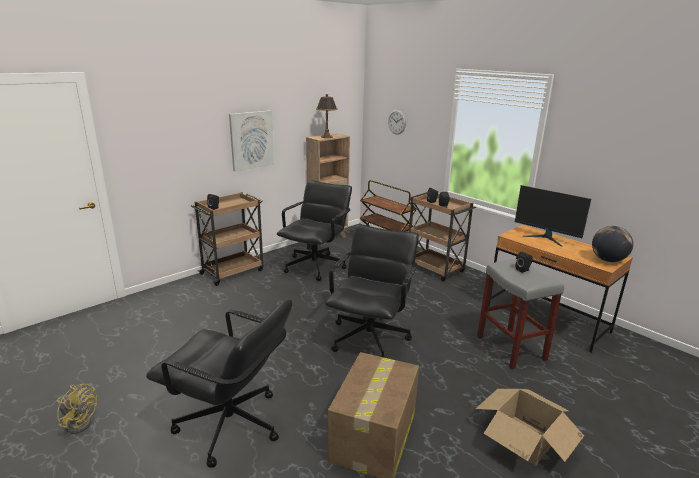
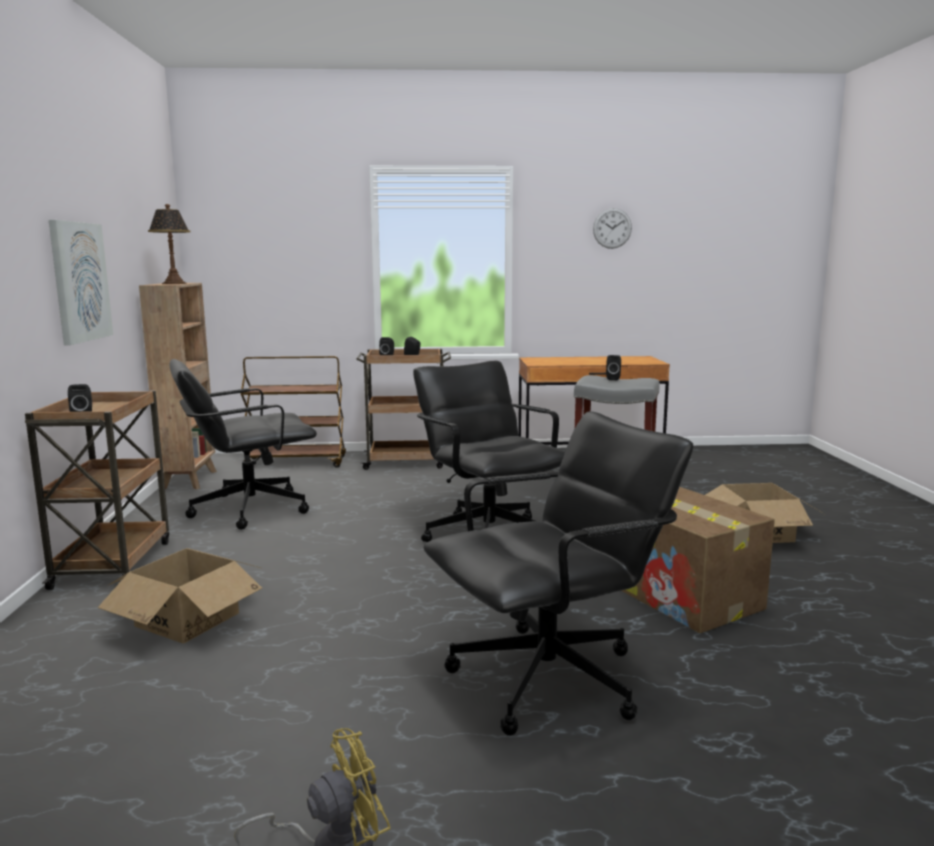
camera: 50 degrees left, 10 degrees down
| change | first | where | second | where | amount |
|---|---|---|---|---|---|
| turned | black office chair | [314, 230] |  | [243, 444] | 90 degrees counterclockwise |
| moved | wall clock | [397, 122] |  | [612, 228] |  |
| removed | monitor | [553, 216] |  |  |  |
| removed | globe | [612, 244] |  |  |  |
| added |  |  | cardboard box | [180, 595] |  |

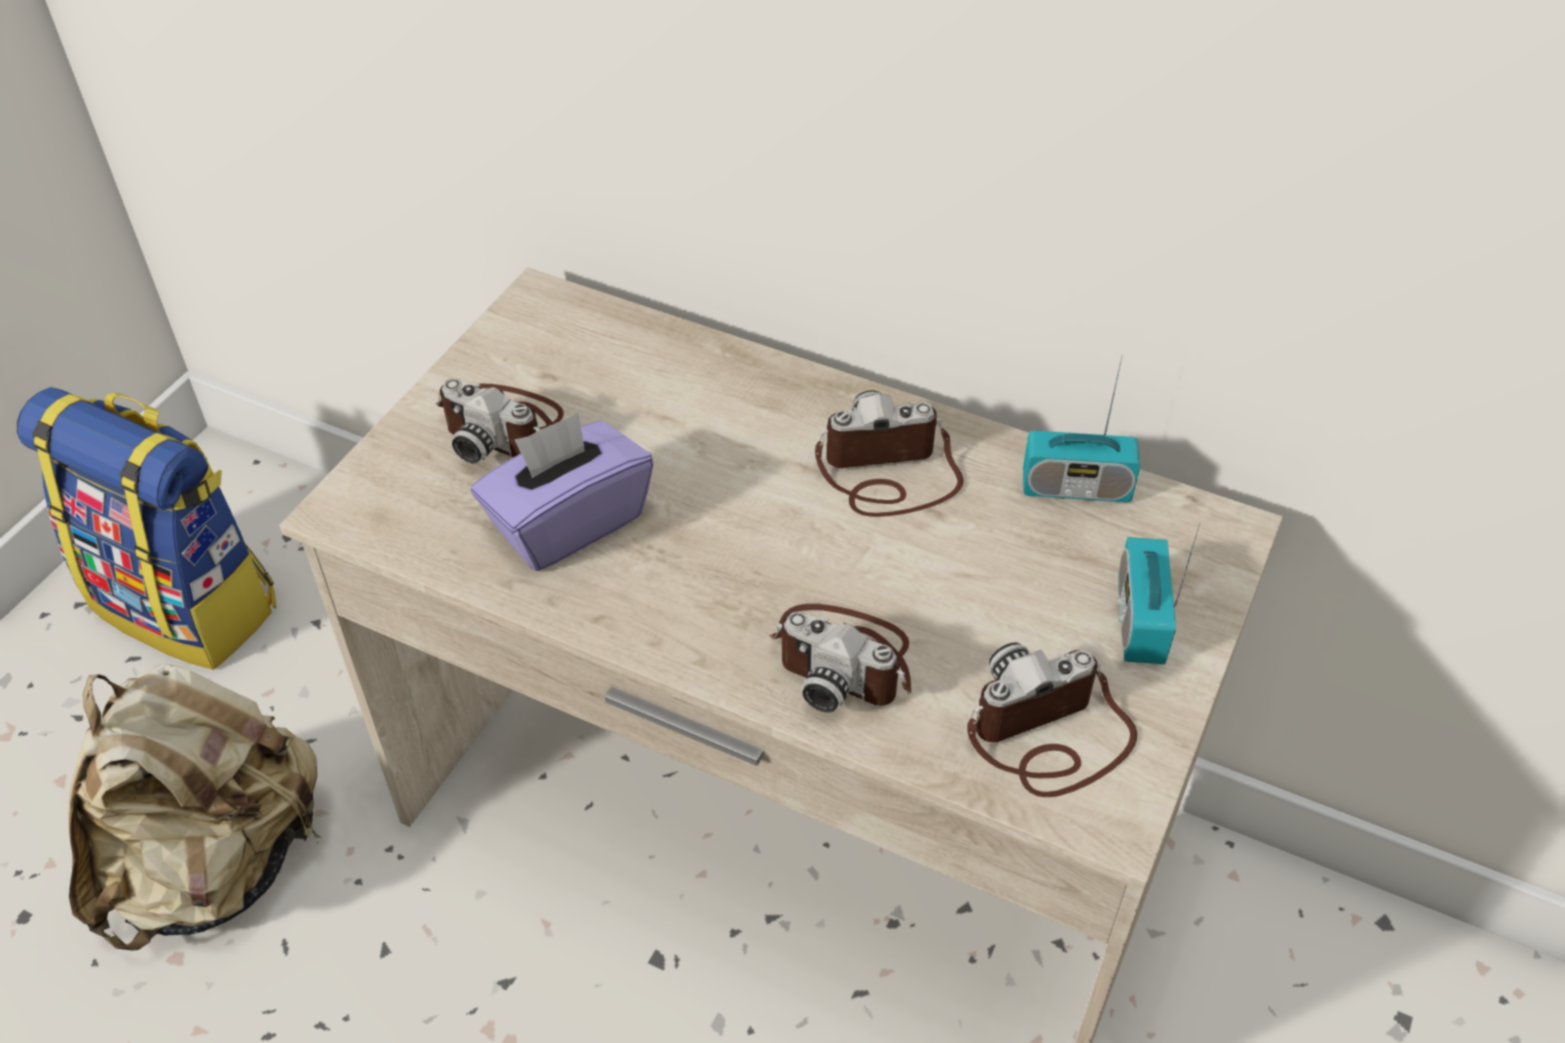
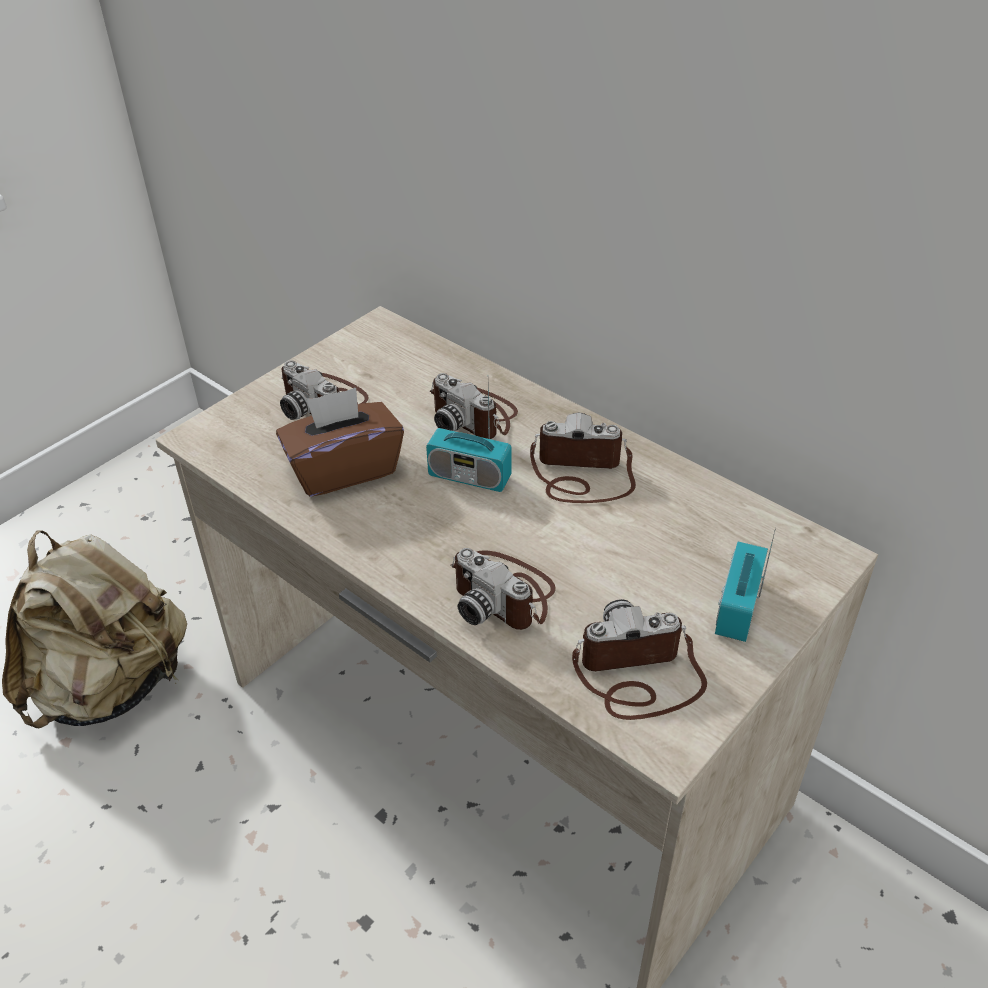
camera: 15 degrees right, 5 degrees down
| change | first | where | second | where | amount |
|---|---|---|---|---|---|
| removed | backpack | [147, 528] |  |  |  |
| recoloured | purple tissue box | [562, 491] | brown tissue box | [340, 442] |  |
| moved | radio | [1081, 428] |  | [469, 440] |  |
| added |  |  | photo camera | [474, 406] |  |

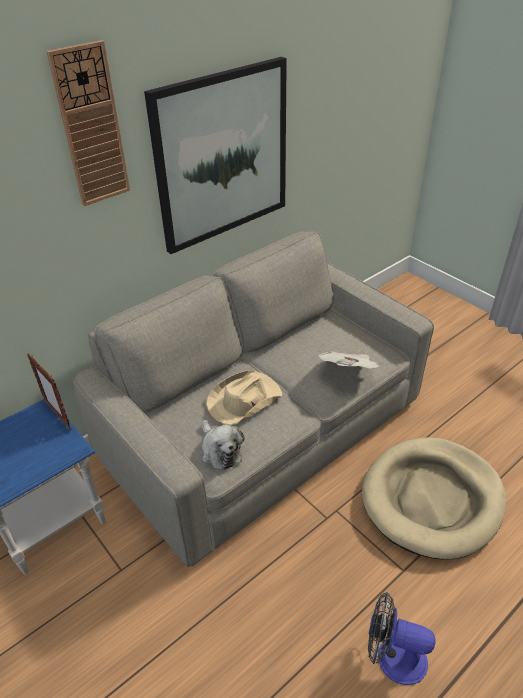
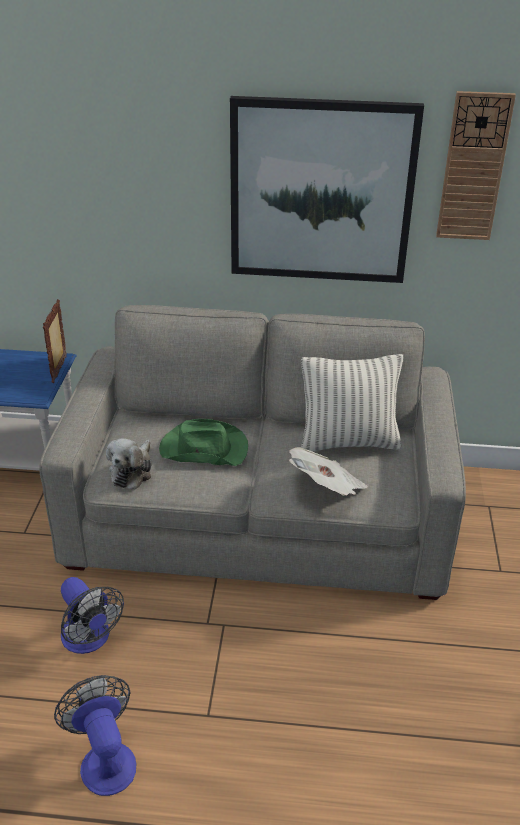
camera: 45 degrees right, 5 degrees down
| change | first | where | second | where | amount |
|---|---|---|---|---|---|
| moved | wall clock | [88, 123] |  | [476, 165] |  |
| recoloured | beige hat | [244, 397] | green hat | [203, 442] |  |
| removed | beige dog bed | [434, 498] |  |  |  |
| added |  |  | fan | [92, 615] |  |
| added |  |  | pillow | [352, 403] |  |

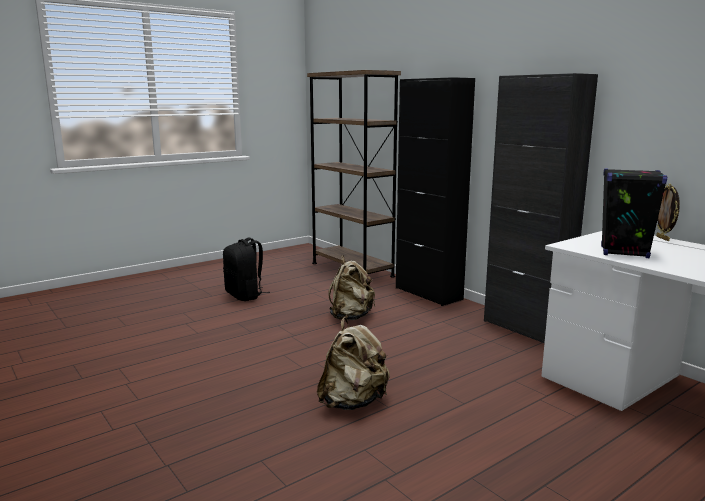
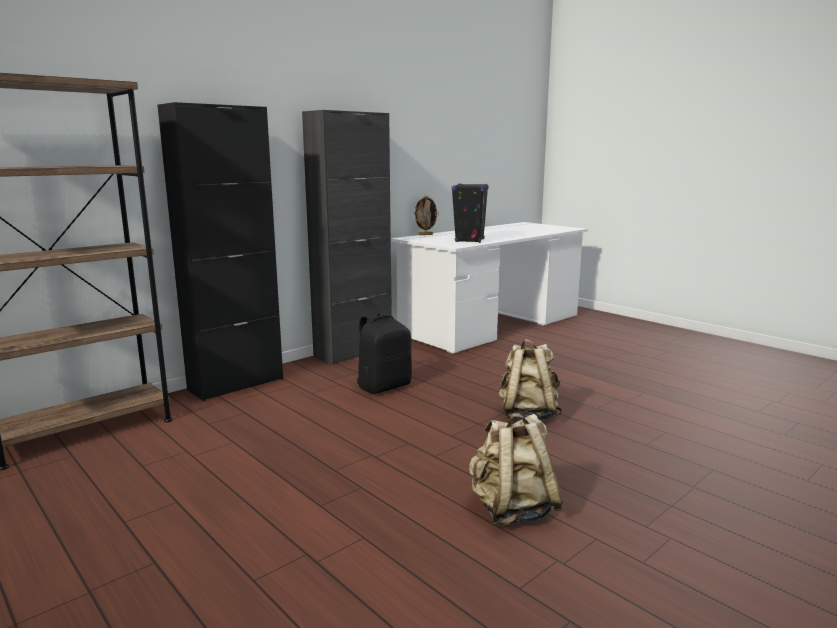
camera: 95 degrees left, 0 degrees up
| change | first | where | second | where | amount |
|---|---|---|---|---|---|
| moved | black backpack | [246, 269] |  | [384, 353] |  |
| moved | beige backpack | [351, 287] |  | [516, 469] |  |

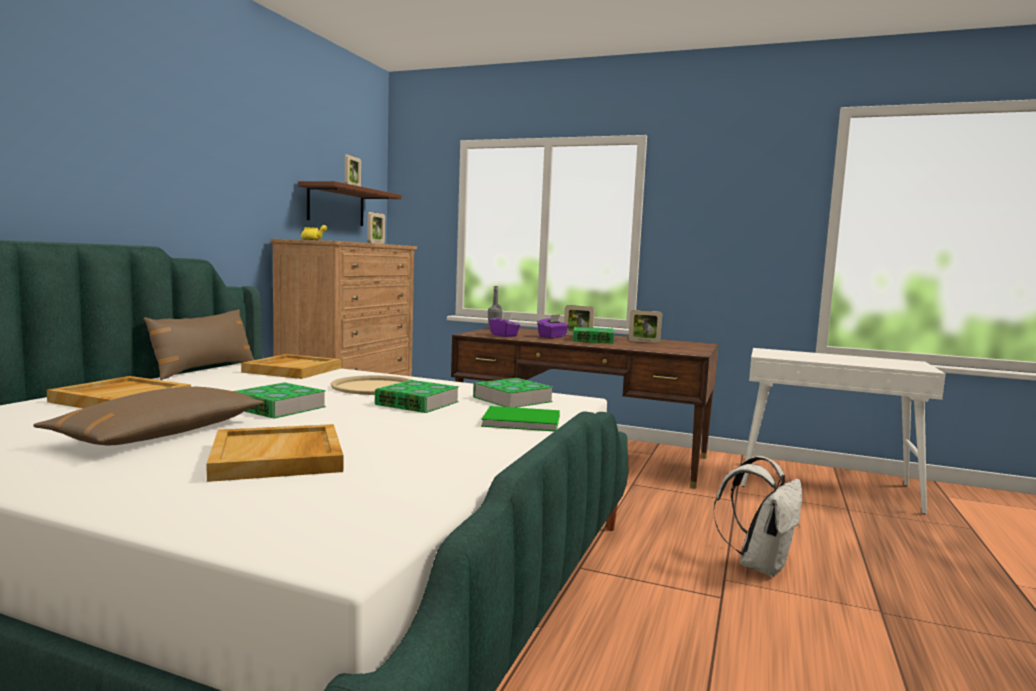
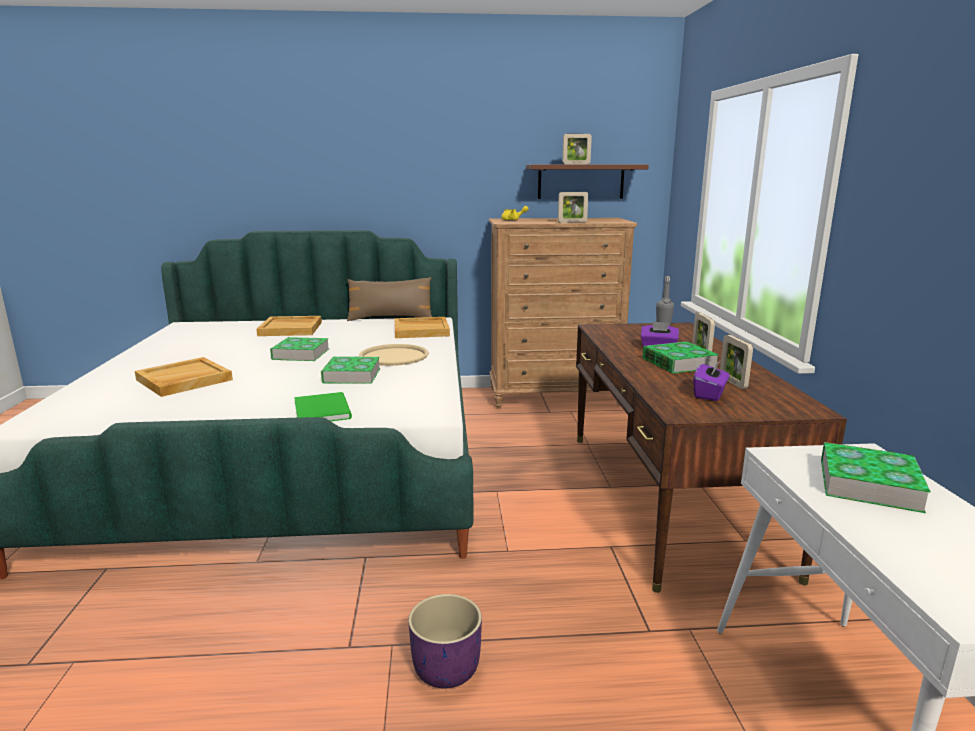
camera: 65 degrees right, 10 degrees up
| change | first | where | second | where | amount |
|---|---|---|---|---|---|
| removed | brown pillow | [148, 416] |  |  |  |
| moved | book | [513, 393] |  | [876, 477] |  |
| moved | purple tissue box | [504, 324] |  | [711, 381] |  |
| replaced | white backpack | [757, 516] | purple planter | [445, 641] |  |

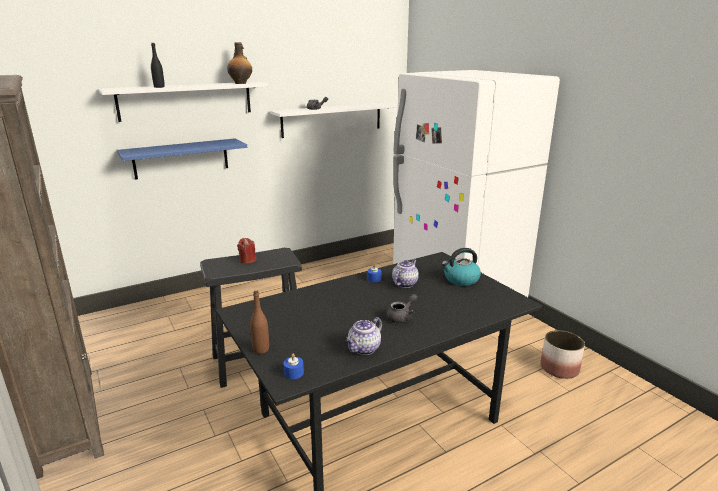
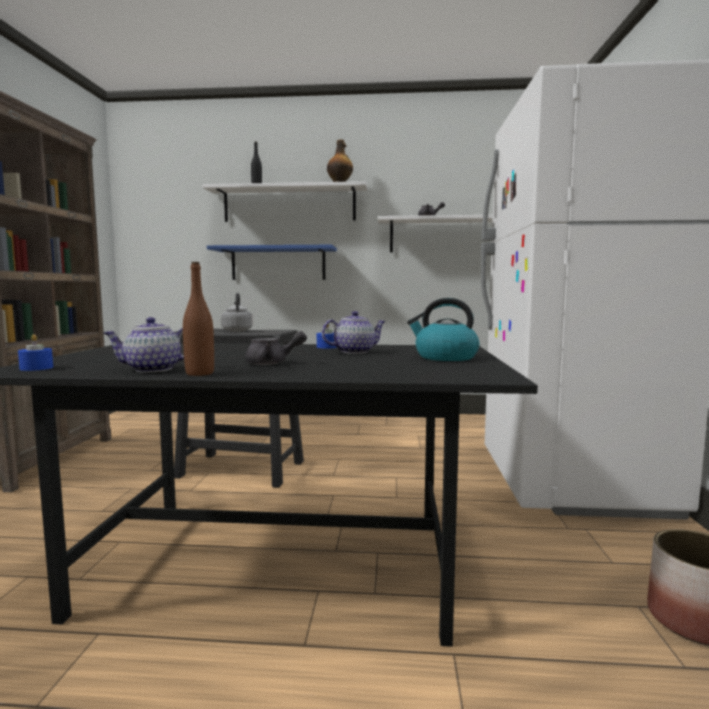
camera: 35 degrees right, 15 degrees down
| change | first | where | second | where | amount |
|---|---|---|---|---|---|
| replaced | red candle | [246, 251] | grey kettle | [237, 312] |  |
| moved | brown bottle | [259, 322] |  | [198, 319] |  |

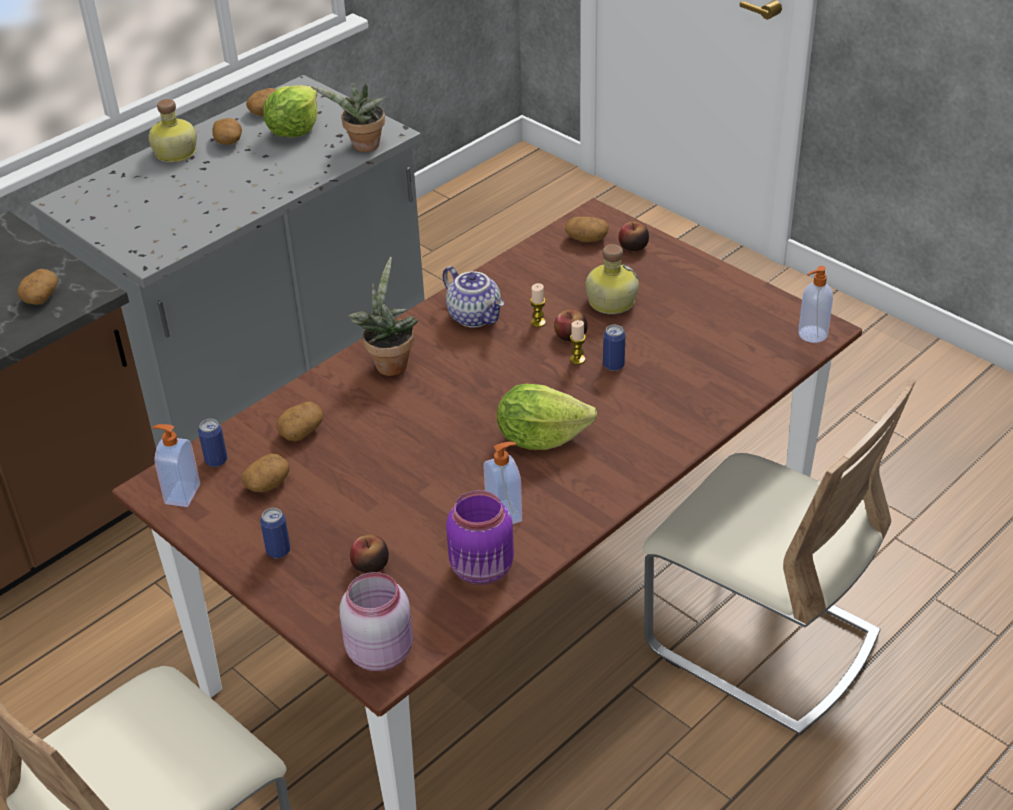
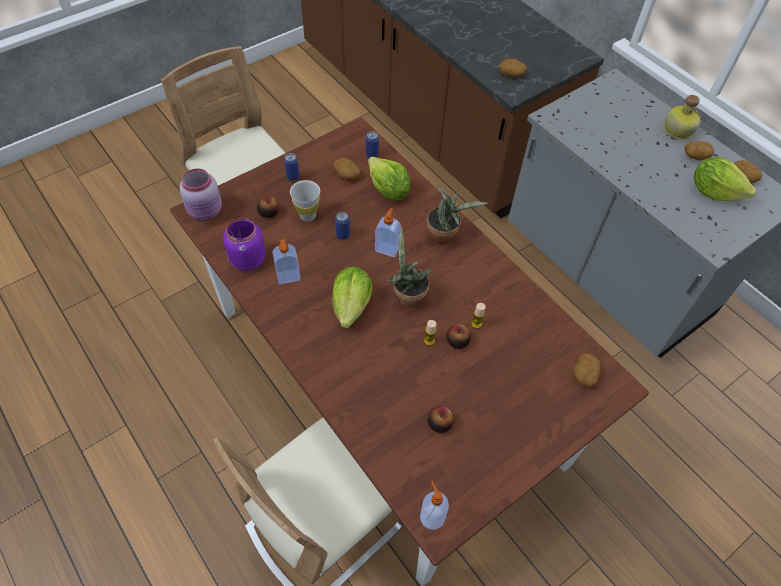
camera: 95 degrees right, 15 degrees up
| change | first | where | second | where | amount |
|---|---|---|---|---|---|
| moved | soap dispenser | [176, 465] |  | [388, 232] |  |
| replaced | potato | [299, 421] | lettuce | [389, 178] |  |
| moved | potted plant | [348, 117] |  | [409, 267] |  |
| removed | teapot | [473, 297] |  |  |  |
| removed | bottle | [612, 279] |  |  |  |
| moved | can | [614, 348] |  | [342, 226] |  |
| moved | apple | [634, 236] |  | [441, 419] |  |
| added |  |  | white cup | [305, 201] |  |

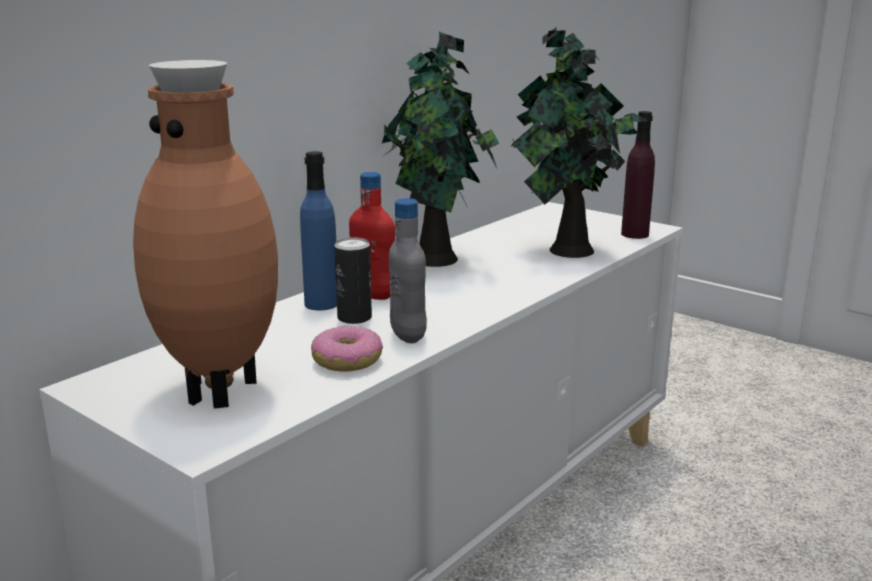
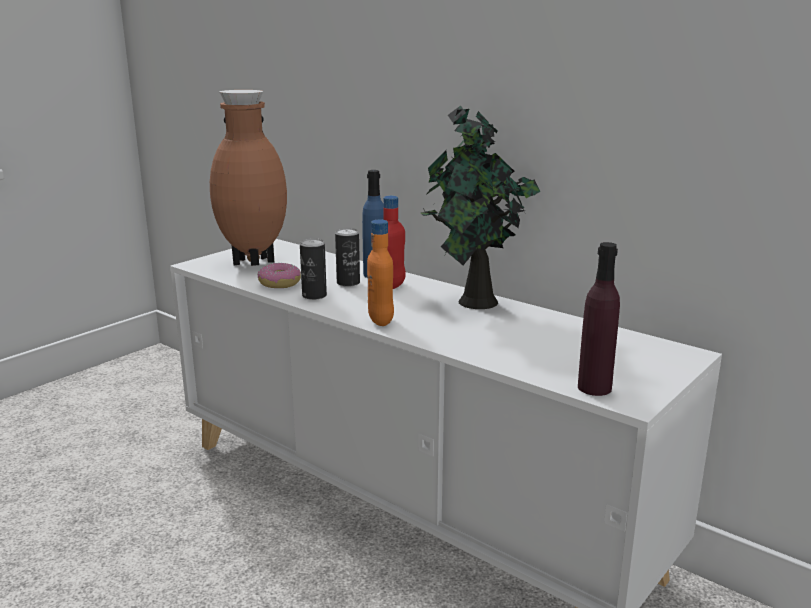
camera: 90 degrees right, 0 degrees up
| change | first | where | second | where | amount |
|---|---|---|---|---|---|
| replaced | grey bottle | [408, 270] | can | [313, 269] |  |
| removed | potted plant | [579, 142] |  |  |  |
| added |  |  | orange bottle | [380, 273] |  |

